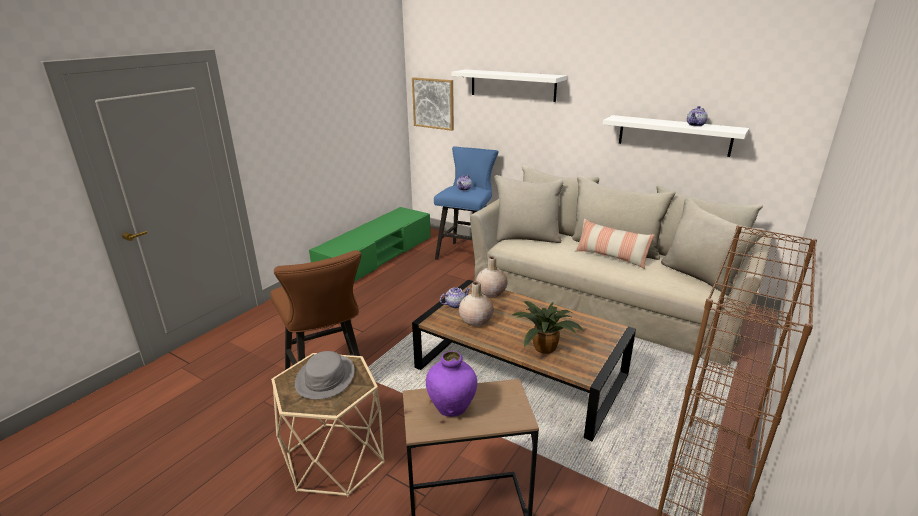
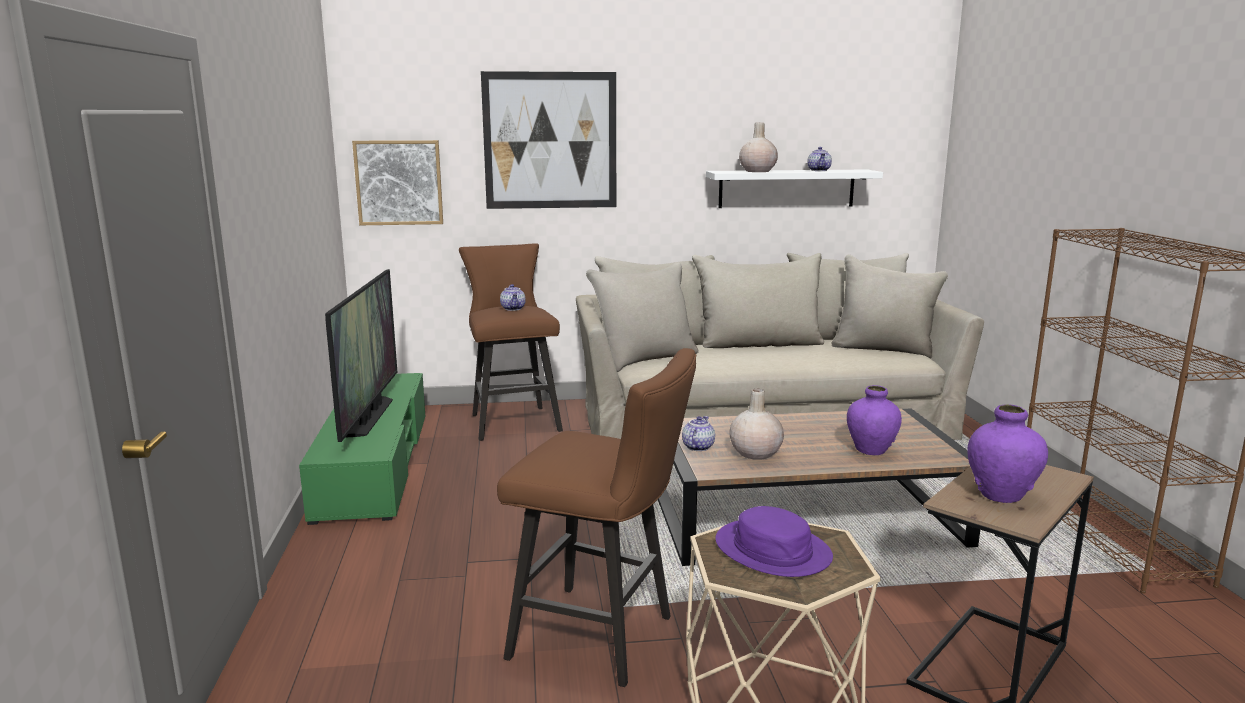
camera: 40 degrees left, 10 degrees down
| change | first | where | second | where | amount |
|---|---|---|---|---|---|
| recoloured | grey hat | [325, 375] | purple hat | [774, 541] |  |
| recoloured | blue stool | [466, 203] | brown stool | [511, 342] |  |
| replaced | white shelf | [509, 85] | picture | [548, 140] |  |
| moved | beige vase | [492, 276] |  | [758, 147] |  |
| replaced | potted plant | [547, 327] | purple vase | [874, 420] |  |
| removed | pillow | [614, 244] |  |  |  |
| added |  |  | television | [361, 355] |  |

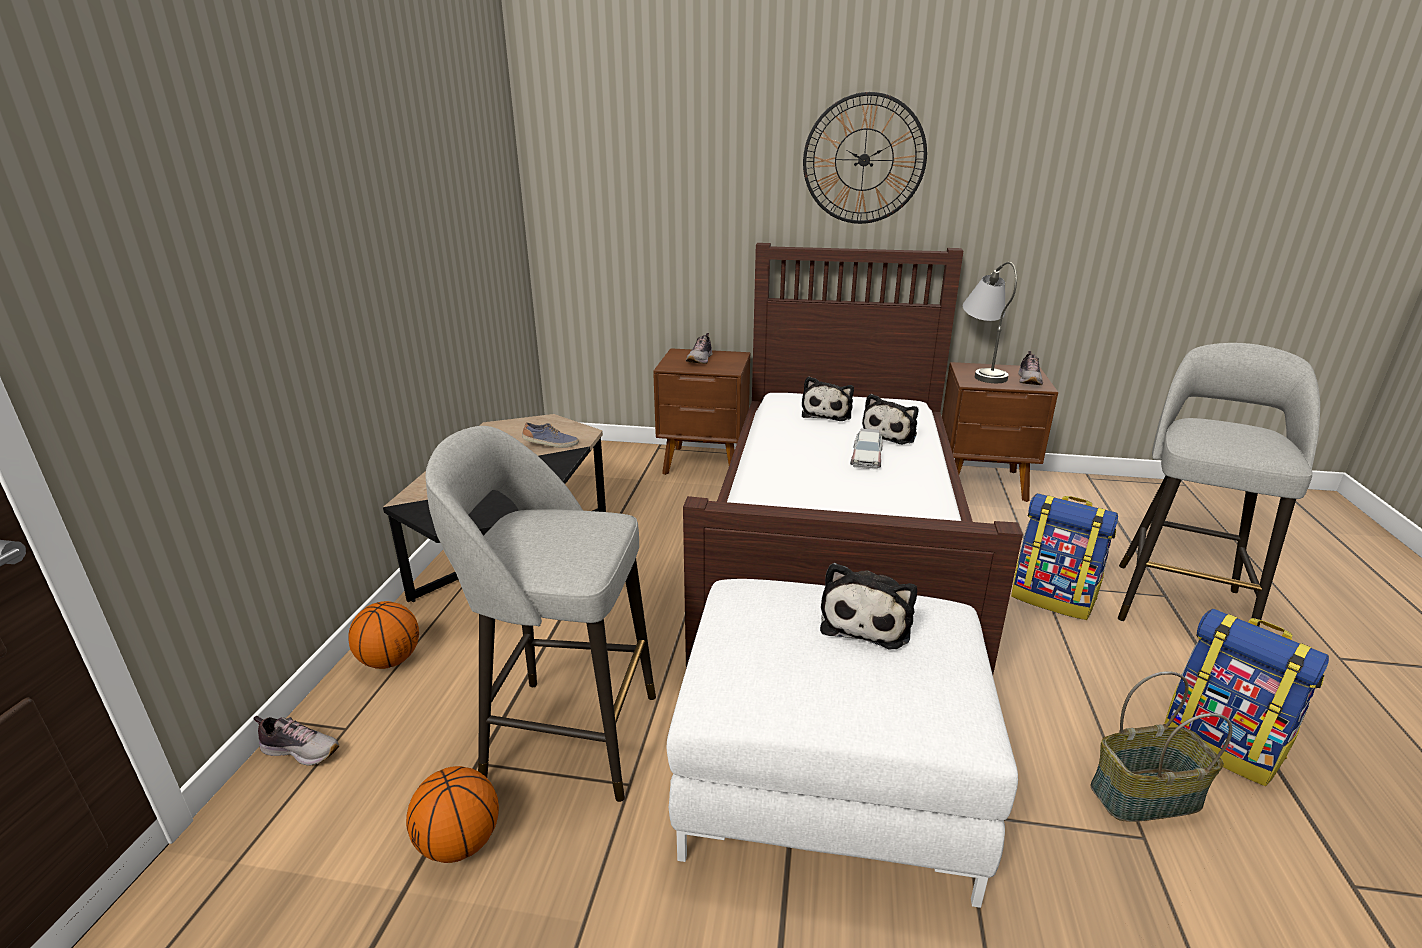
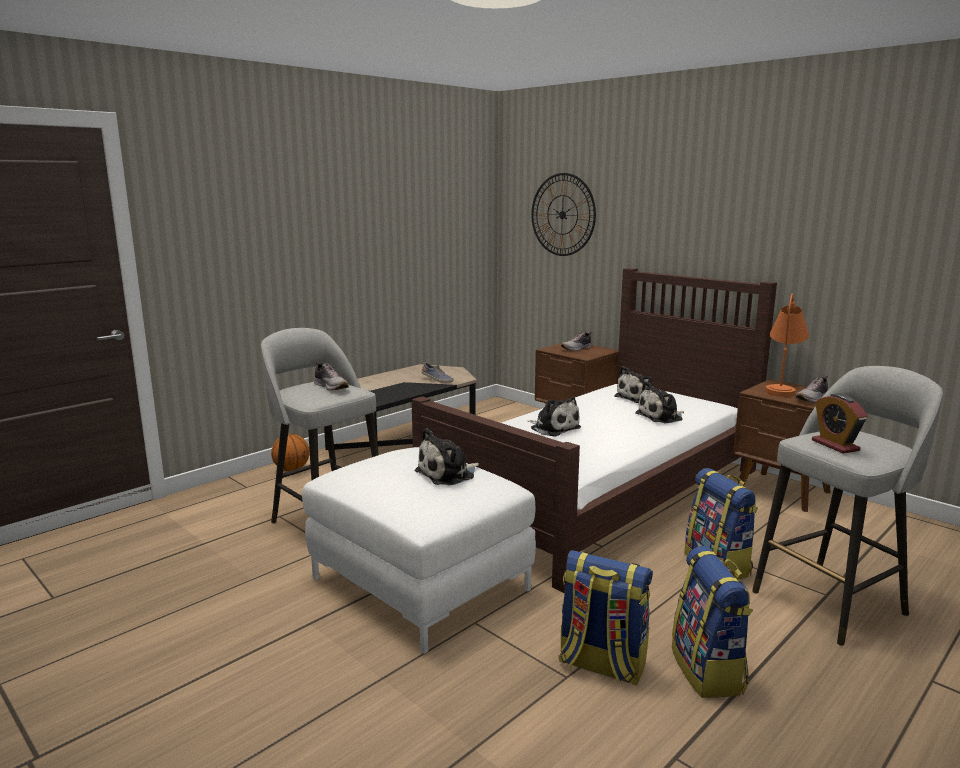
camera: 35 degrees right, 10 degrees down
| change | first | where | second | where | amount |
|---|---|---|---|---|---|
| moved | shoe | [296, 741] |  | [331, 376] |  |
| removed | basketball | [452, 814] |  |  |  |
| moved | wall clock | [865, 158] |  | [563, 214] |  |
| removed | toy car | [866, 449] |  |  |  |
| recoloured | grey table lamp | [990, 322] | orange table lamp | [787, 345] |  |
| replaced | basket | [1161, 746] | backpack | [605, 618] |  |
| added |  |  | plush toy | [554, 416] |  |
| added |  |  | alarm clock | [840, 424] |  |

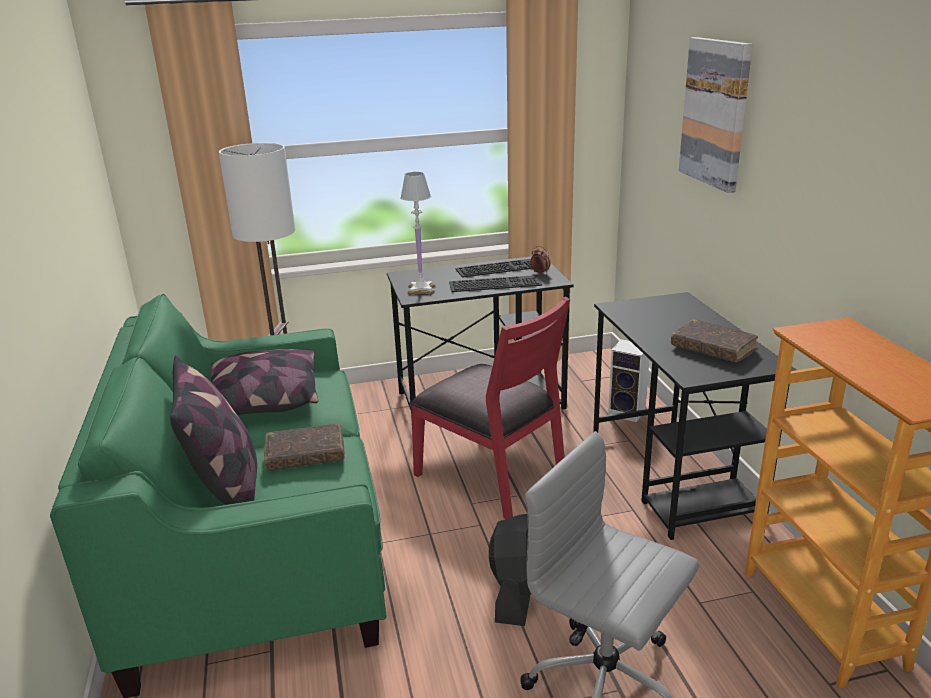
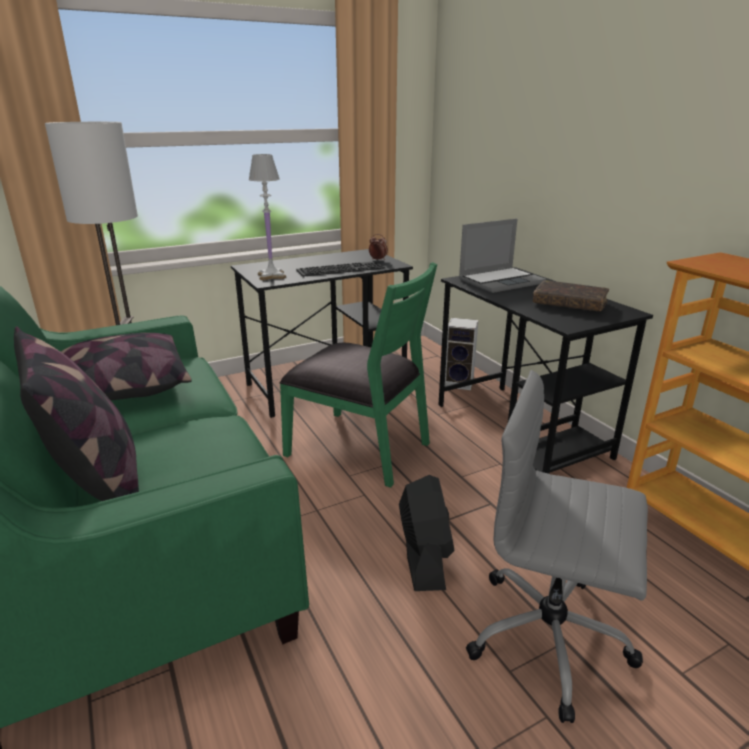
camera: 15 degrees left, 0 degrees up
| change | first | where | second | where | amount |
|---|---|---|---|---|---|
| removed | brown book | [304, 446] |  |  |  |
| recoloured | red chair | [490, 408] | green chair | [358, 375] |  |
| removed | keyboard | [494, 268] |  |  |  |
| removed | picture | [716, 115] |  |  |  |
| added |  |  | laptop | [502, 256] |  |

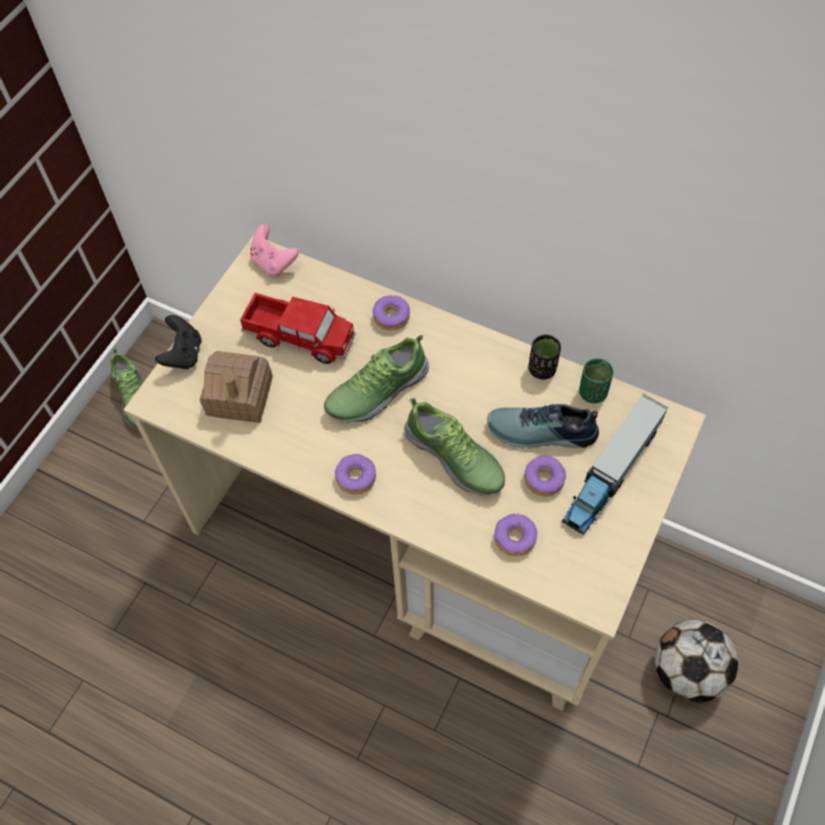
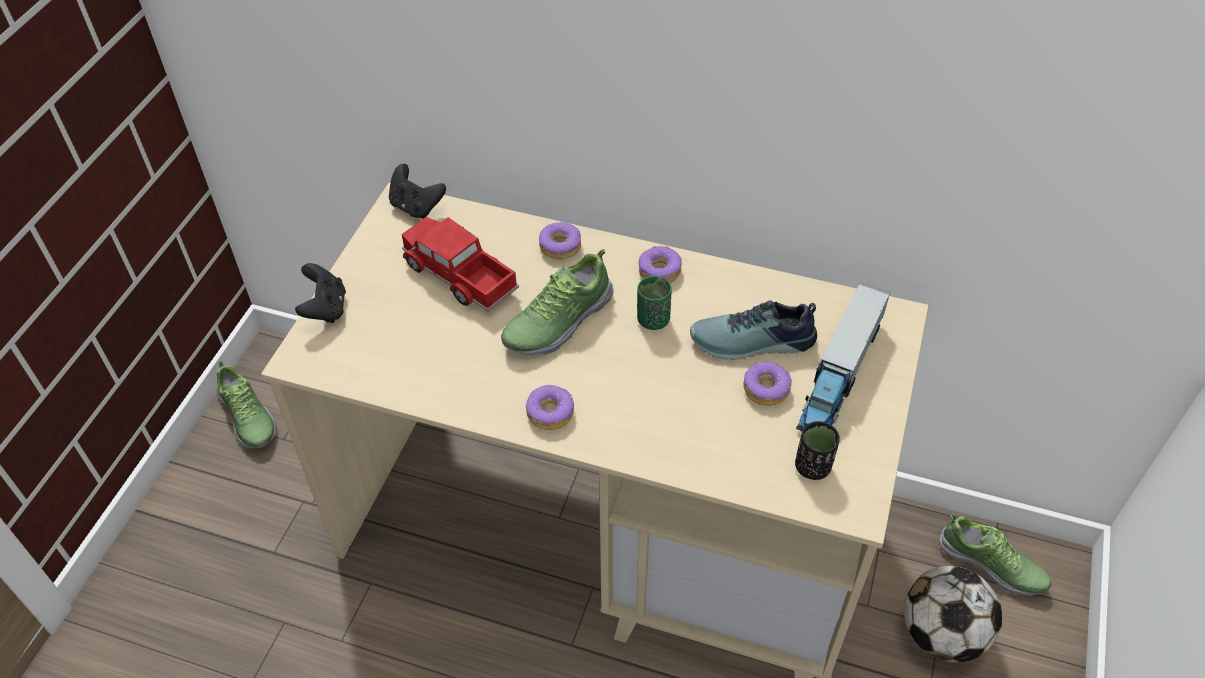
camera: 10 degrees left, 10 degrees down
| change | first | where | second | where | amount |
|---|---|---|---|---|---|
| removed | toy house | [236, 387] |  |  |  |
| turned | toy truck | [298, 328] |  | [460, 264] | 150 degrees counterclockwise |
| recoloured | pink game controller | [274, 250] | black game controller | [417, 191] |  |
| moved | shoe | [454, 446] |  | [995, 554] |  |
| moved | donut | [515, 534] |  | [660, 264] |  |
| moved | black cup | [544, 356] |  | [817, 450] |  |
| moved | green cup | [596, 381] |  | [654, 303] |  |

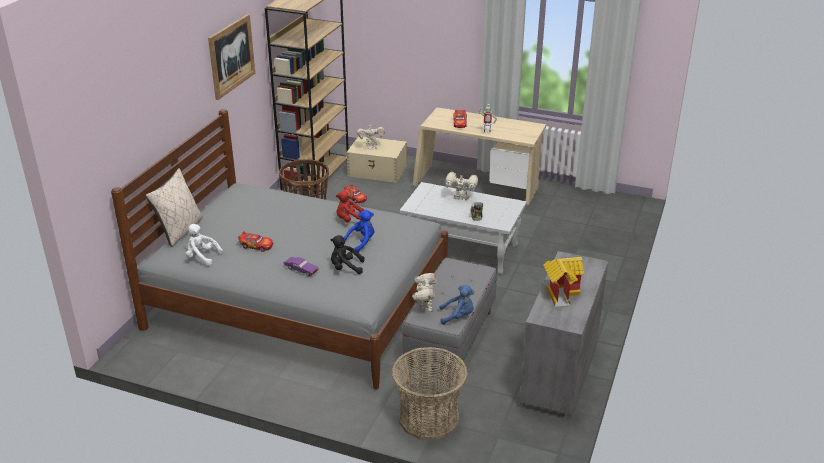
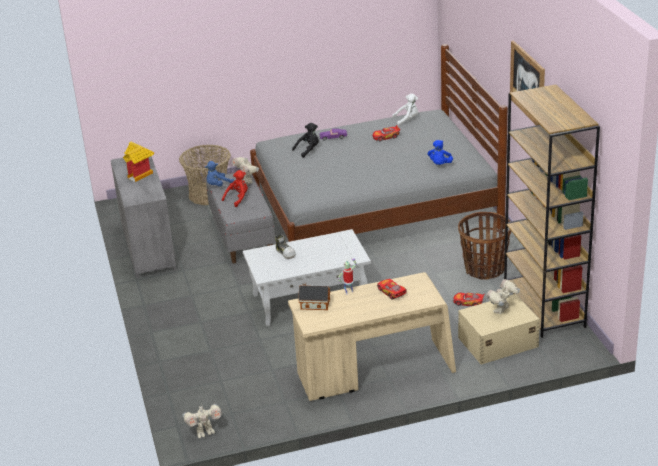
camera: 145 degrees right, 0 degrees up
| change | first | where | second | where | amount |
|---|---|---|---|---|---|
| removed | beige pillow | [174, 207] |  |  |  |
| moved | red plush toy | [350, 206] |  | [235, 188] |  |
| moved | blue plush toy | [359, 231] |  | [440, 152] |  |
| moved | toy robot | [461, 186] |  | [202, 421] |  |
| added |  |  | toy house | [314, 296] |  |

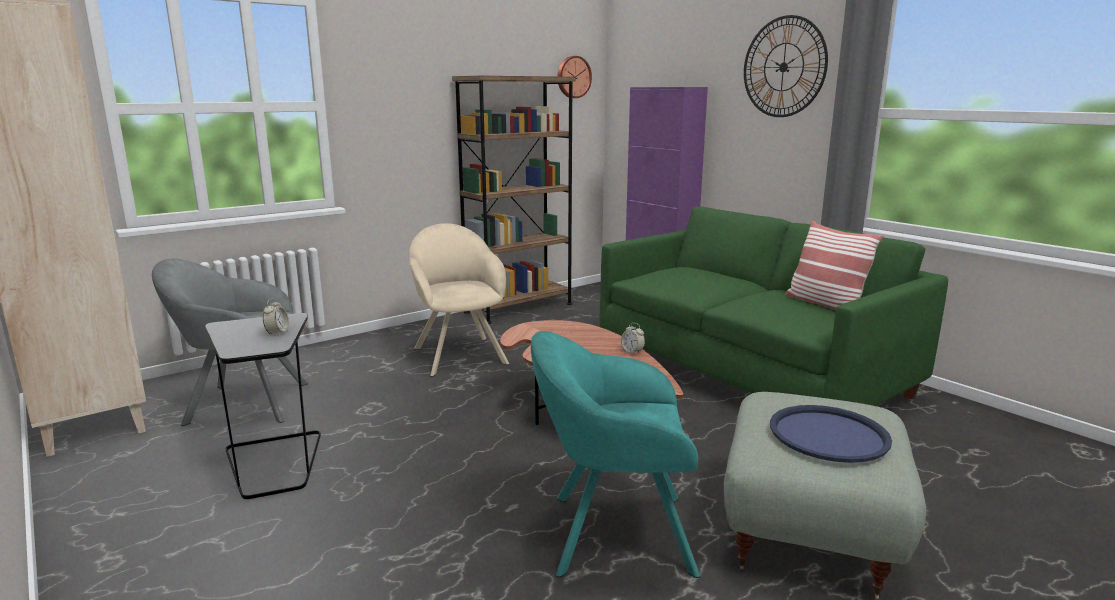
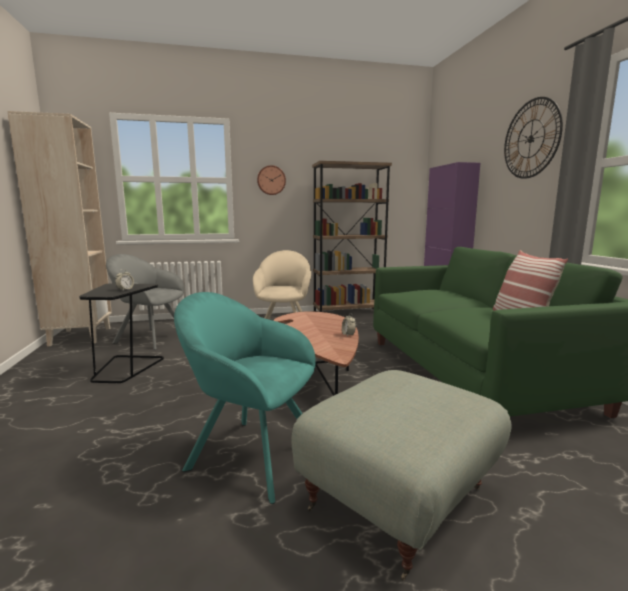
camera: 25 degrees right, 5 degrees down
| change | first | where | second | where | amount |
|---|---|---|---|---|---|
| moved | wall clock | [574, 77] |  | [271, 180] |  |
| removed | blue tray | [831, 434] |  |  |  |

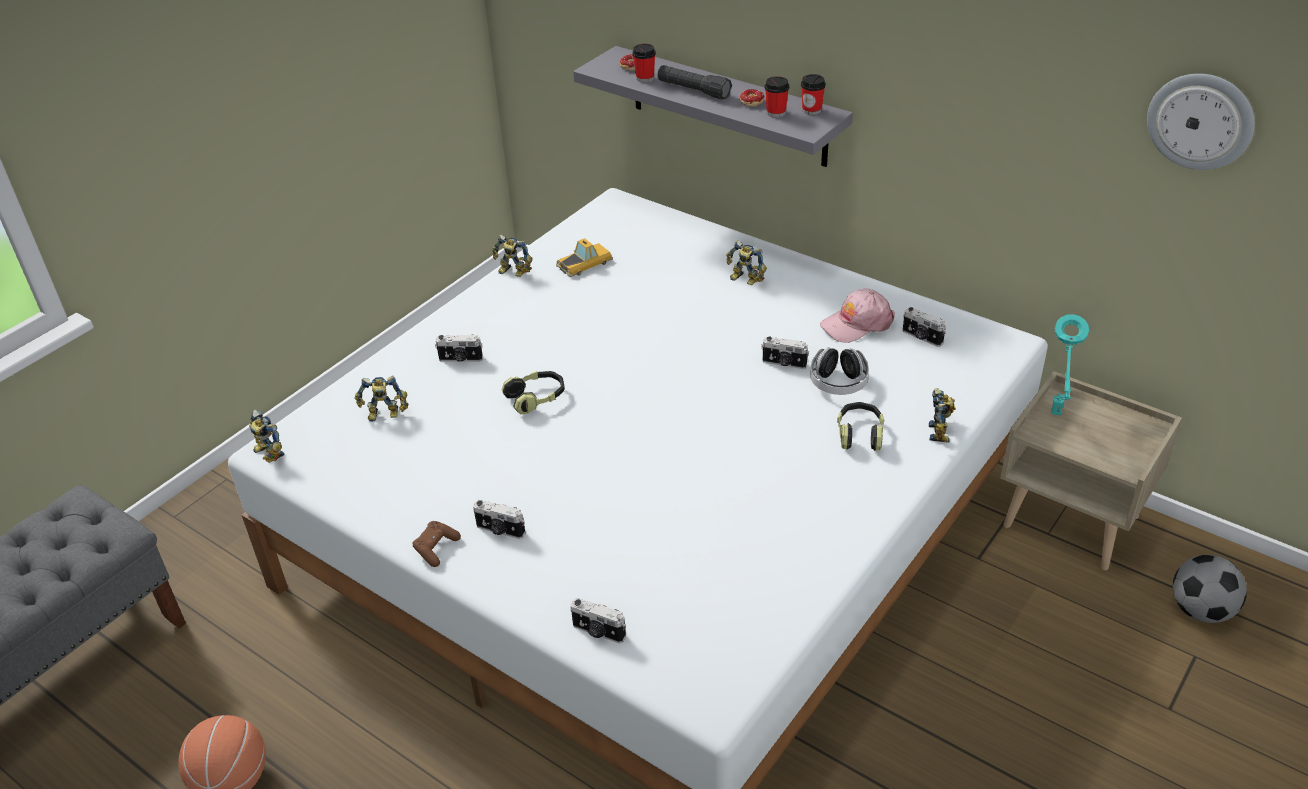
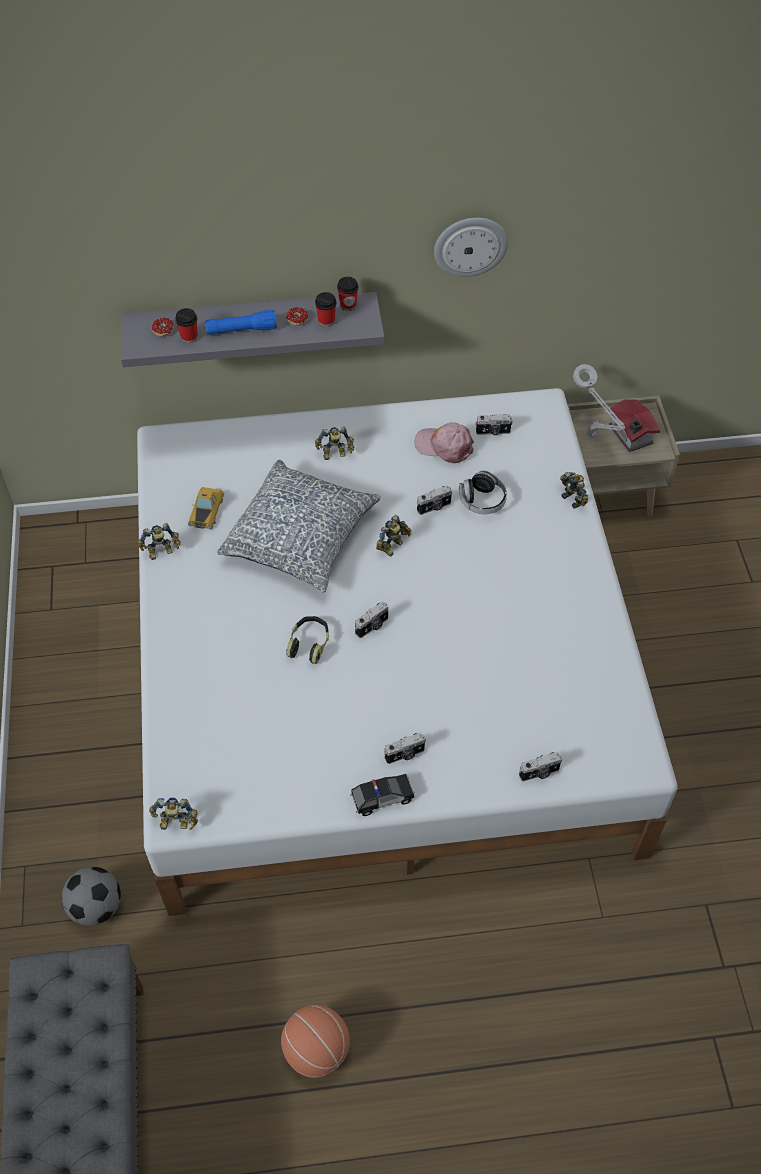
camera: 45 degrees left, 15 degrees up
| change | first | where | second | where | amount |
|---|---|---|---|---|---|
| moved | toy robot | [381, 399] |  | [394, 535] |  |
| replaced | brown game controller | [437, 544] | toy car | [382, 795] |  |
| moved | photo camera | [459, 348] |  | [371, 620] |  |
| recoloured | black flashlight | [695, 82] | blue flashlight | [241, 322] |  |
| turned | pink cap | [857, 315] |  | [444, 442] | 90 degrees clockwise |
| removed | headphones | [860, 426] |  |  |  |
| recoloured | turquoise table lamp | [1070, 364] | grey table lamp | [599, 400] |  |
| moved | wall clock | [1201, 122] |  | [471, 247] |  |
| moved | football | [1210, 589] |  | [91, 896] |  |
| added |  |  | pillow | [299, 526] |  |
| added |  |  | toy house | [634, 426] |  |

